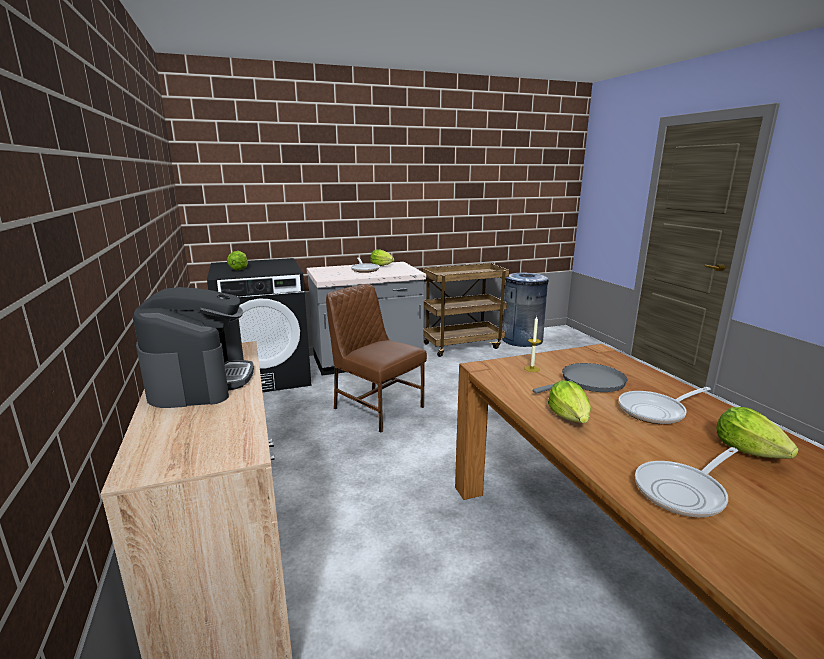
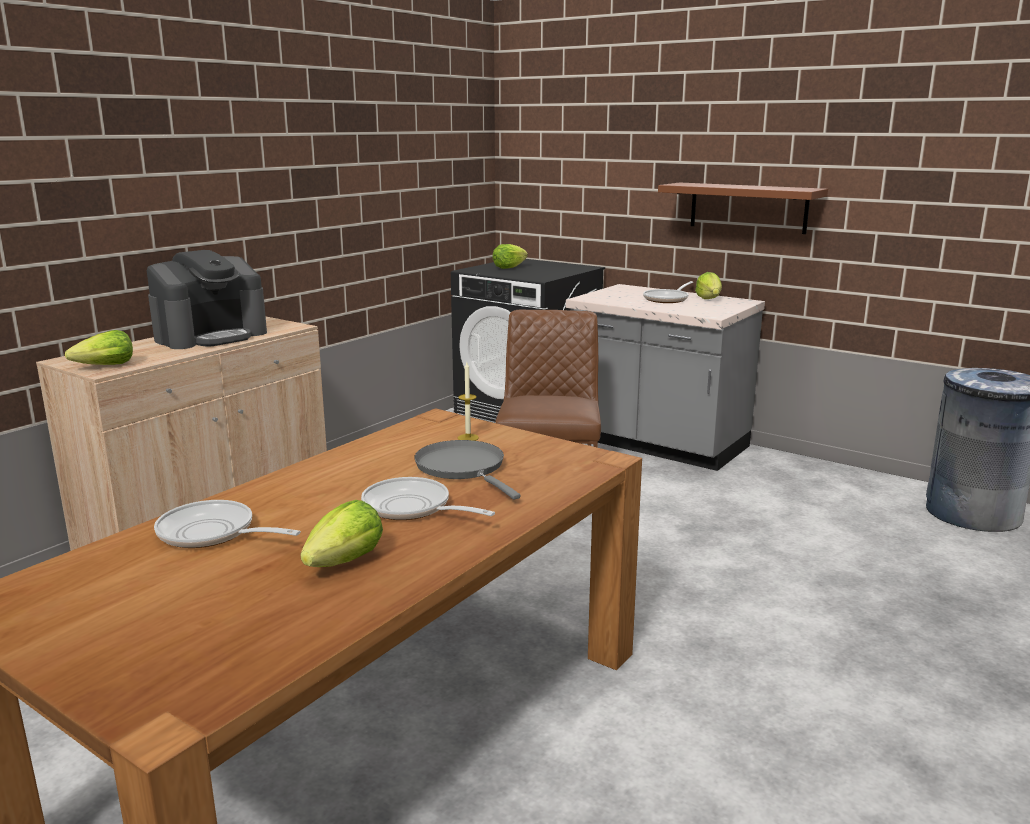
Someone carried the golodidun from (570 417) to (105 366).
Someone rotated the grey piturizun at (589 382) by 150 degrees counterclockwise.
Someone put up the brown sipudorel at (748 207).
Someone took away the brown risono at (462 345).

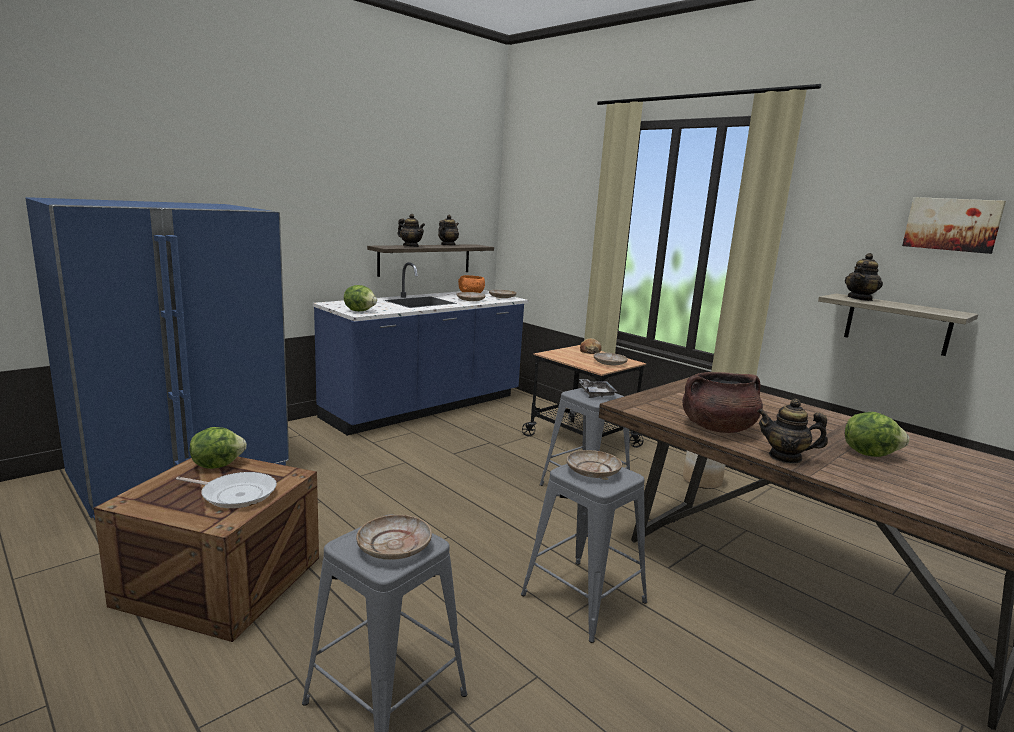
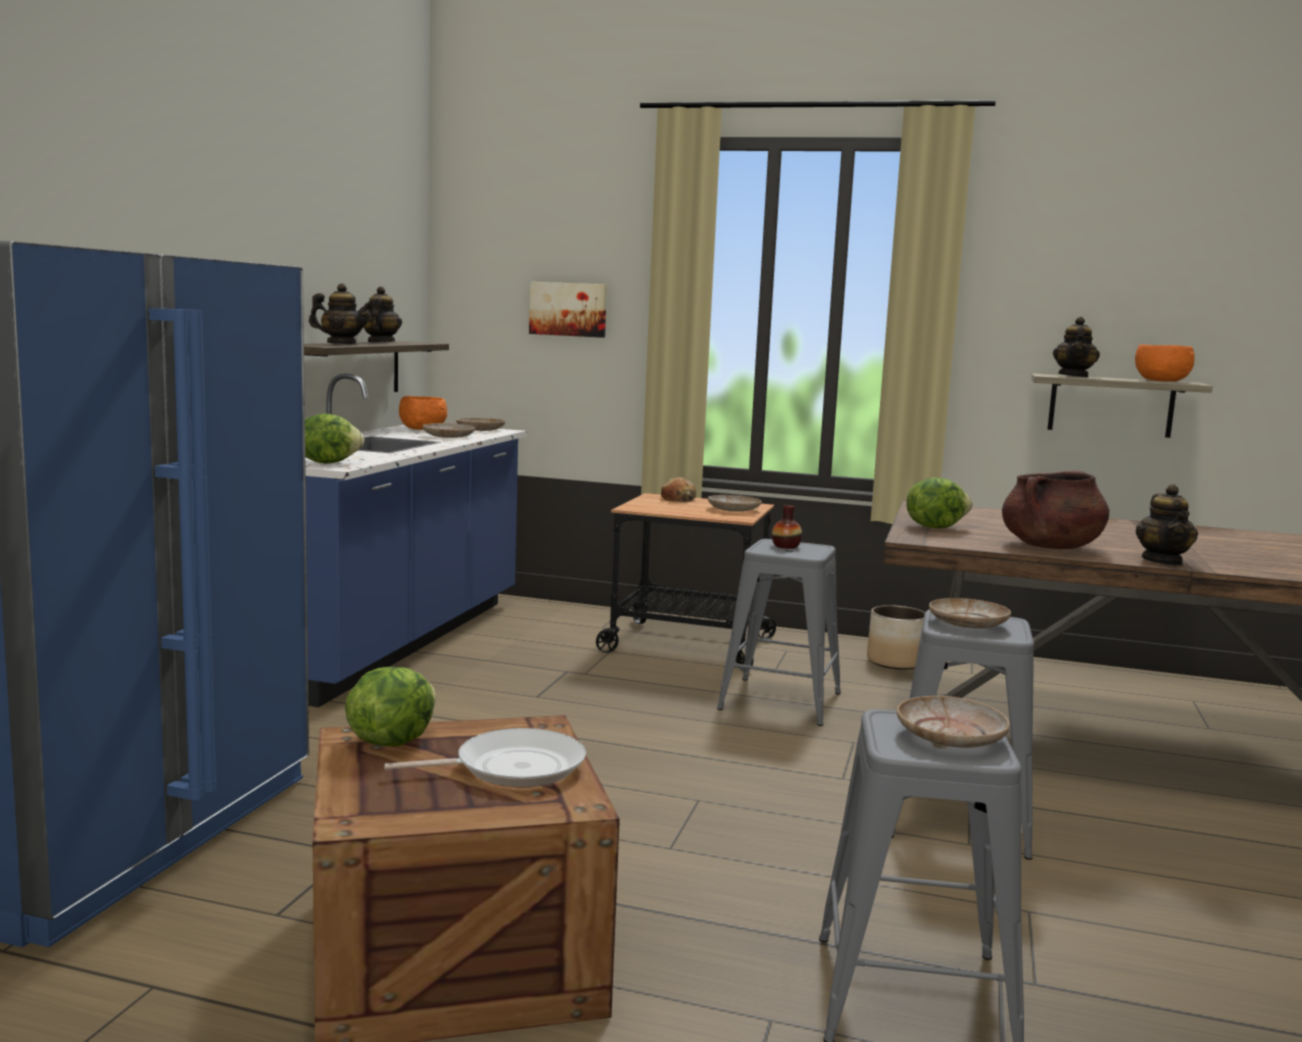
Someone carried the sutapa from (952 224) to (568 309).
Someone swapped the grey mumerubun at (596 393) for the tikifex at (786 546).
Someone carried the golodidun from (869 453) to (934 527).
Someone put down the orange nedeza at (1160 381).
Someone rotated the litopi at (785 457) by 75 degrees counterclockwise.

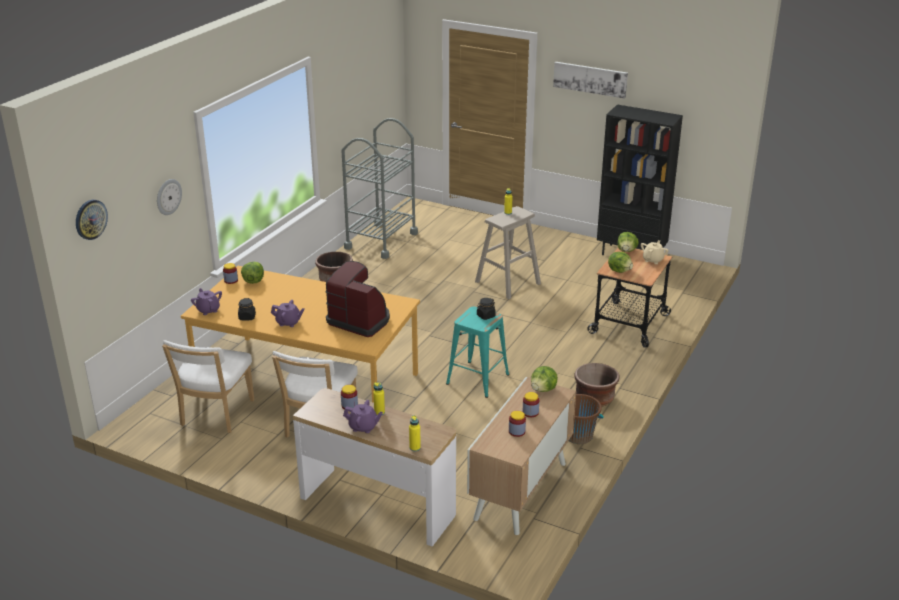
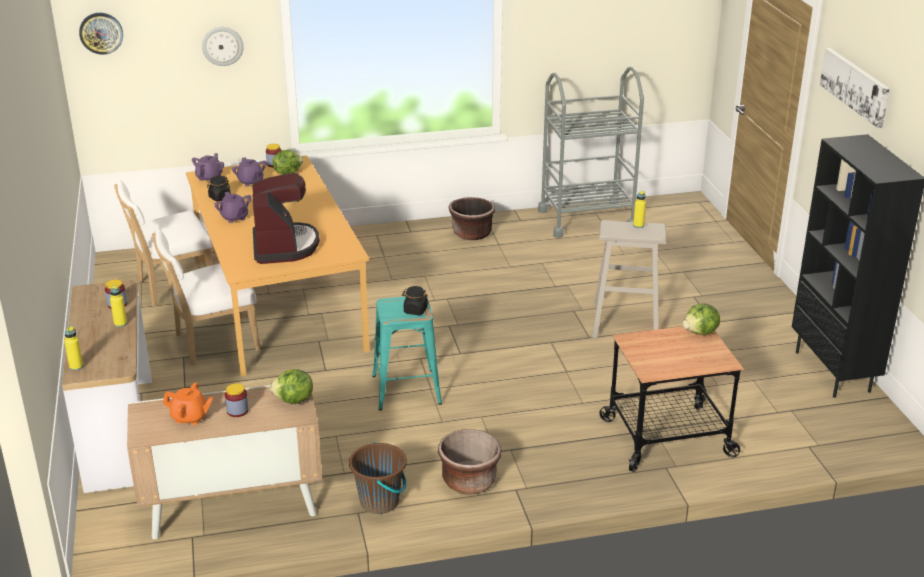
Someone swapped the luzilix at (516 431) for the orange litopi at (190 417).
Someone carried the purple litopi from (363 427) to (250 182).
Someone took away the golodidun at (619 270).
Someone took away the beige litopi at (653 260).

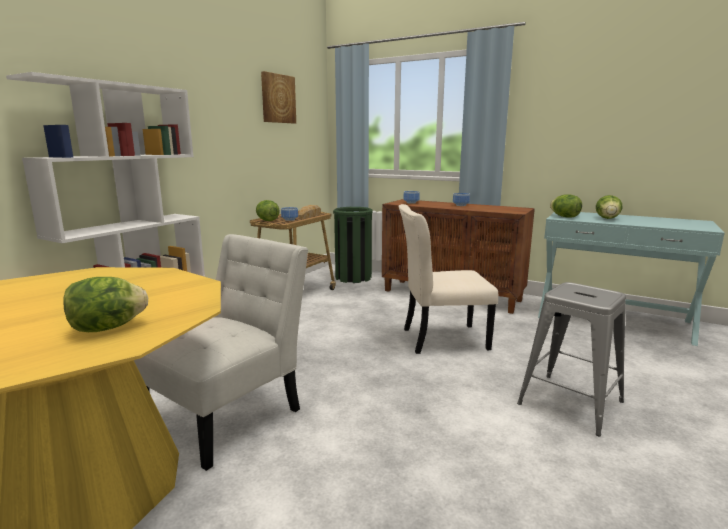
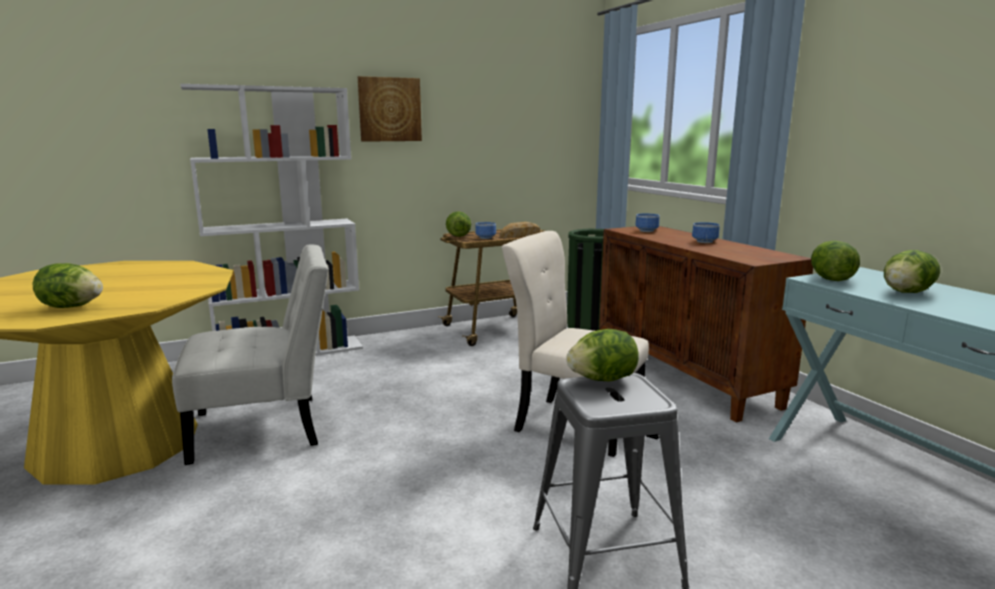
Someone carried the sutapa from (278 98) to (389 109).
Someone put down the golodidun at (602 379).

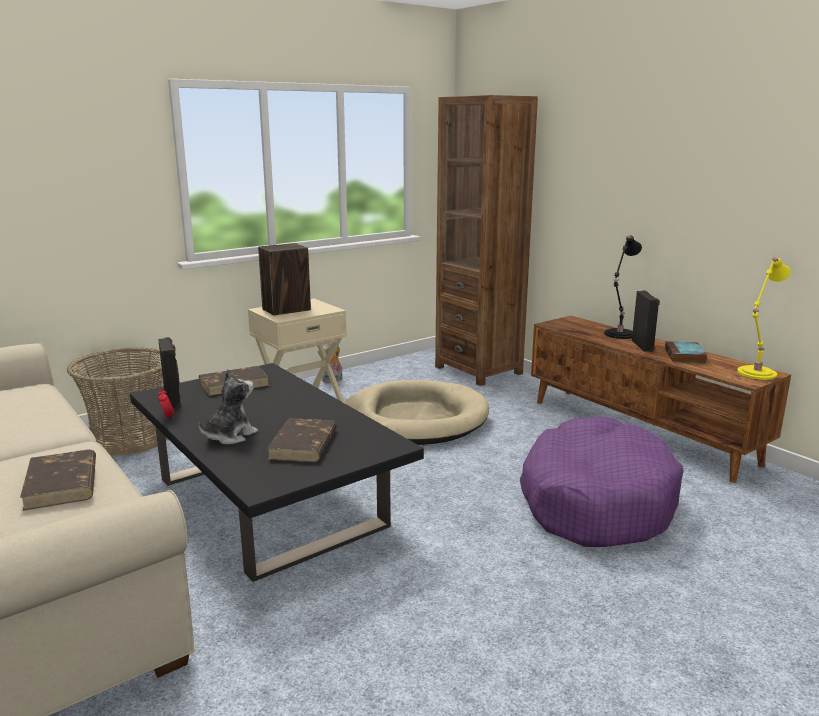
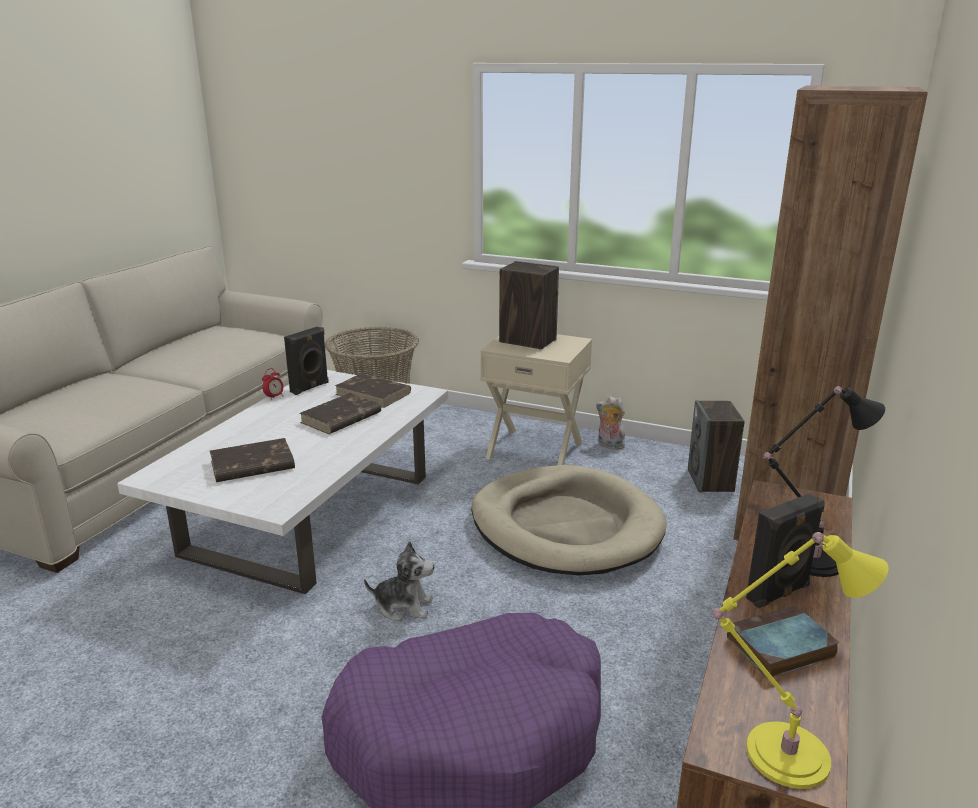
Someone repainted the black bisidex at (266 501), which became the white bisidex at (310 512).
Someone carried the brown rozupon from (62 484) to (340 418).
Someone carried the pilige from (229 436) to (403 606).
Someone put down the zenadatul at (711 480).

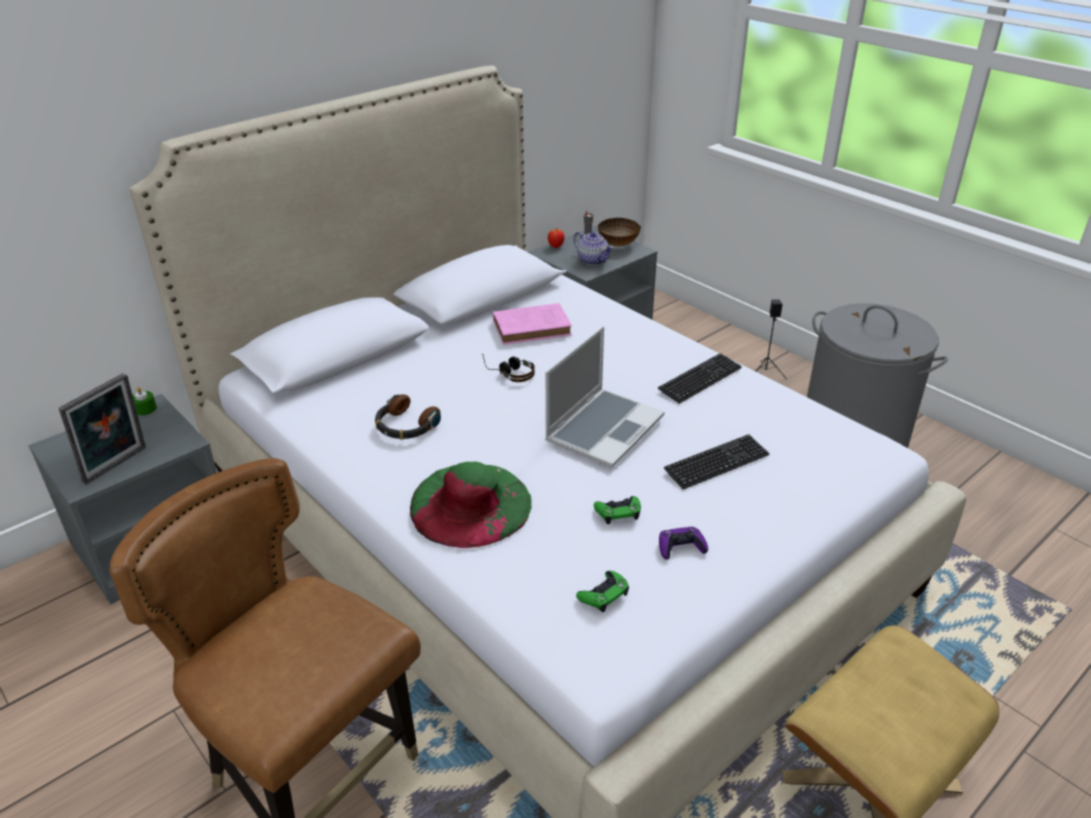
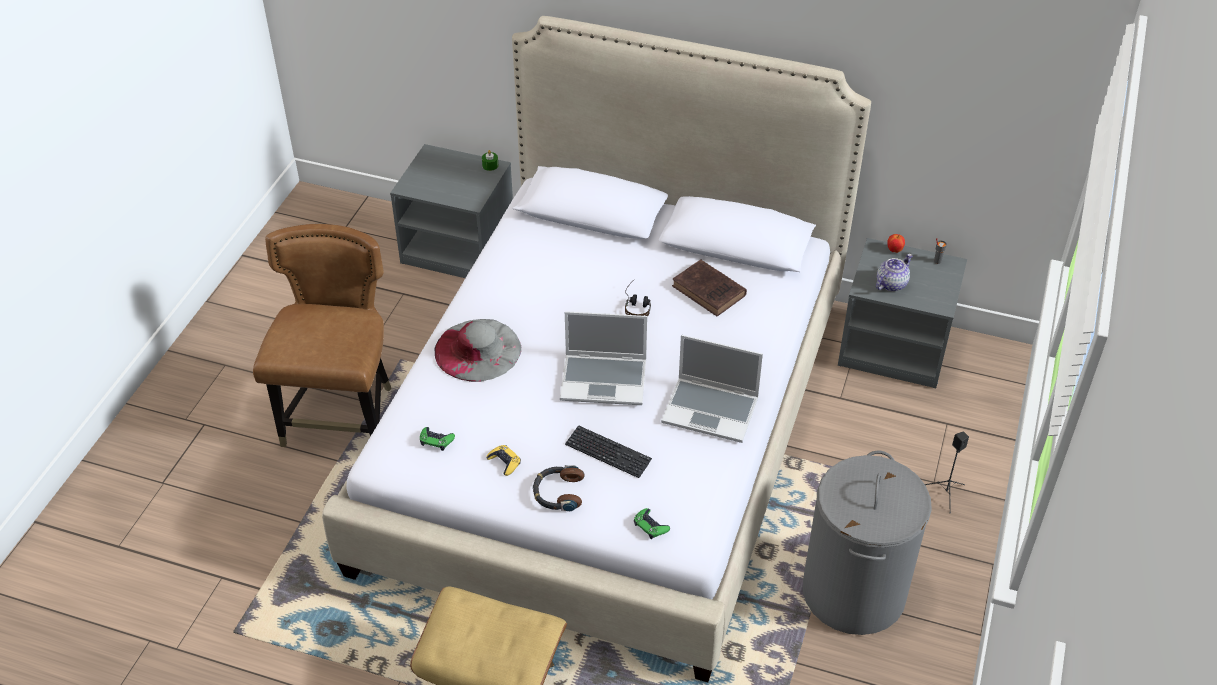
Someone repainted the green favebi at (470 504), which became the grey favebi at (478 350).
Someone repainted the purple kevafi at (681 547), which became the yellow kevafi at (504 462).
Someone carried the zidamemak from (405 426) to (558 493).
Someone carried the green kevafi from (618 512) to (650 526).
Someone swapped the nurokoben at (700 380) for the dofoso at (711 410).
Someone repainted the pink rozupon at (534 328), which became the brown rozupon at (710 292).
Someone rotated the litopi at (593 260) by 150 degrees counterclockwise.
Someone took away the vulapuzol at (118 466).
Someone took away the nedeza at (618 244).

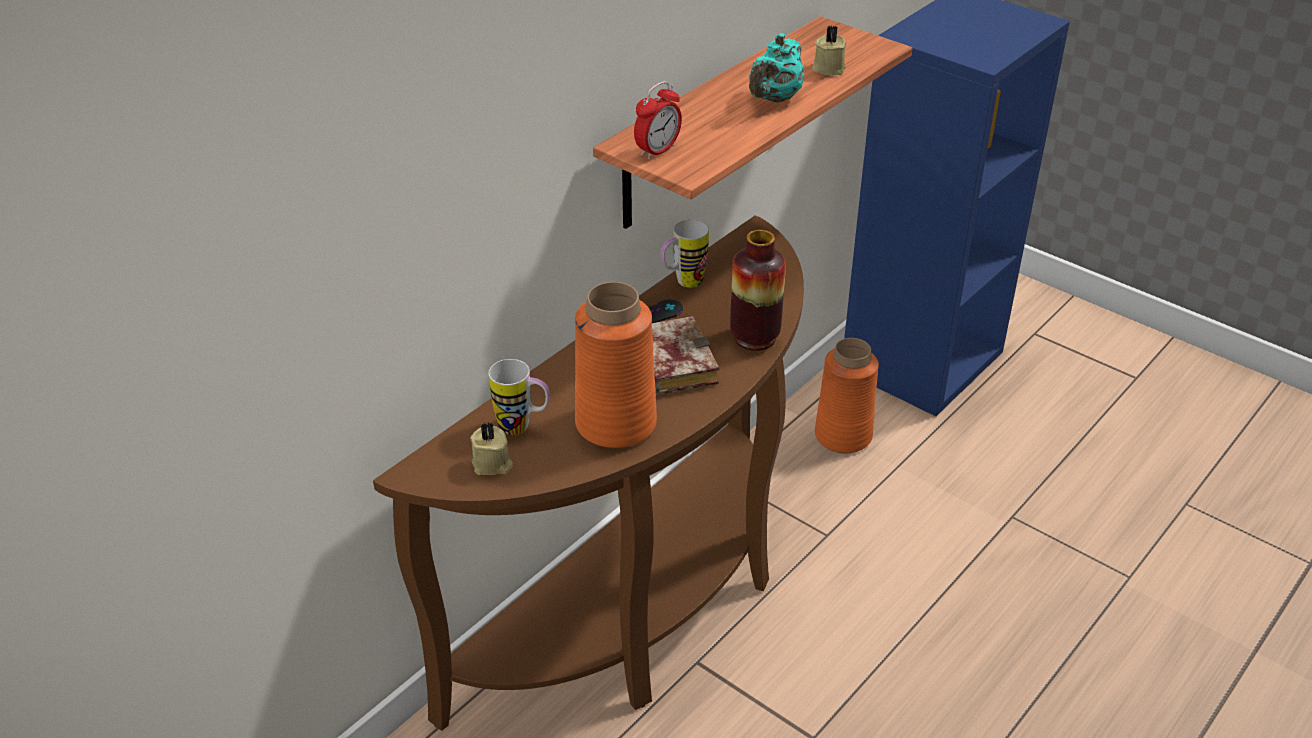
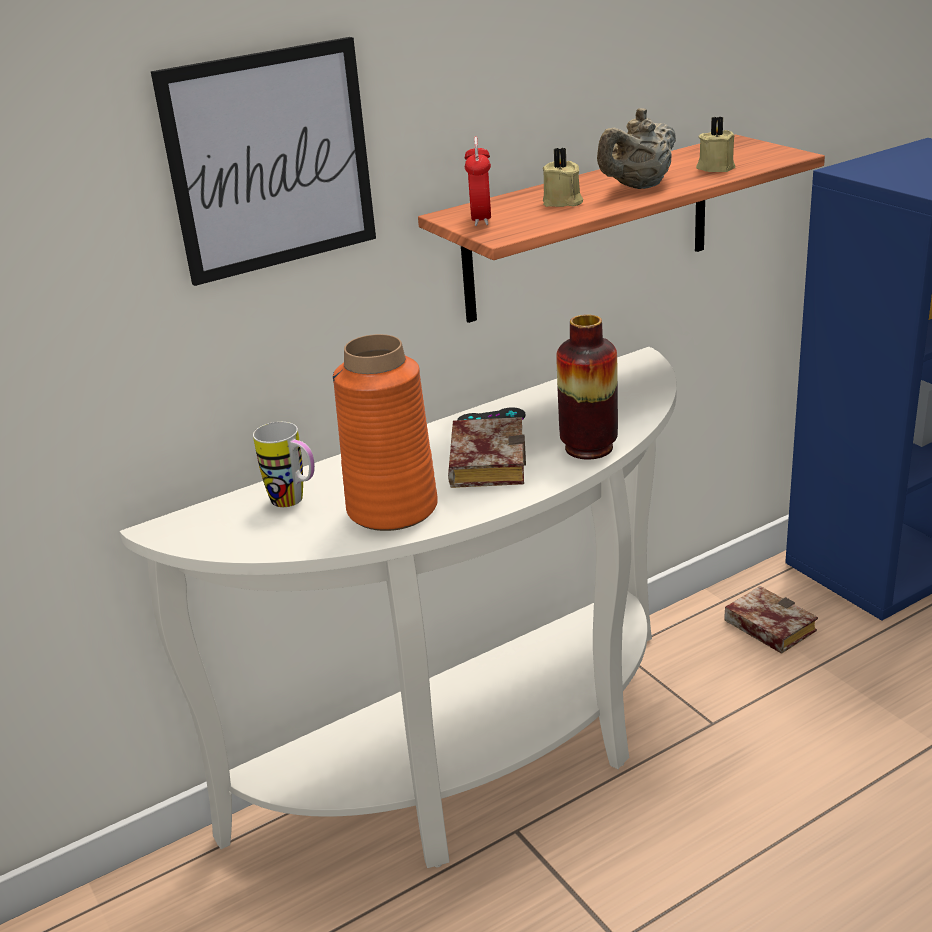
Someone repainted the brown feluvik at (646 608), which became the white feluvik at (484 765).
Someone put up the sutapa at (270 160).
Someone rotated the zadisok at (657 151) by 120 degrees clockwise.
Someone carried the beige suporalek from (492 465) to (562 202).
Someone repainted the turquoise litopi at (774 98), which became the beige litopi at (638 187).
Someone swapped the orange tikifex at (842 436) for the rozupon at (765 626).
Someone took away the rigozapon at (682 283).

